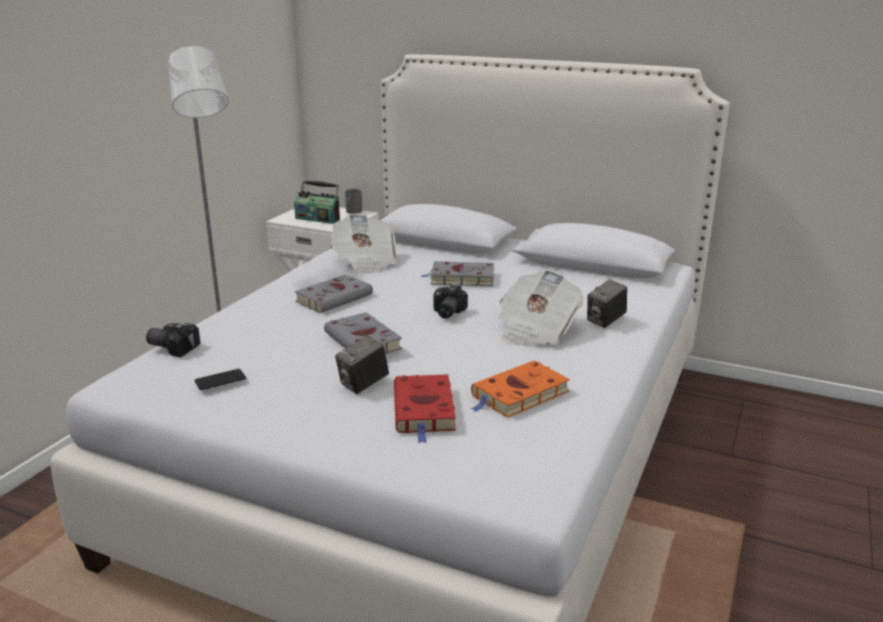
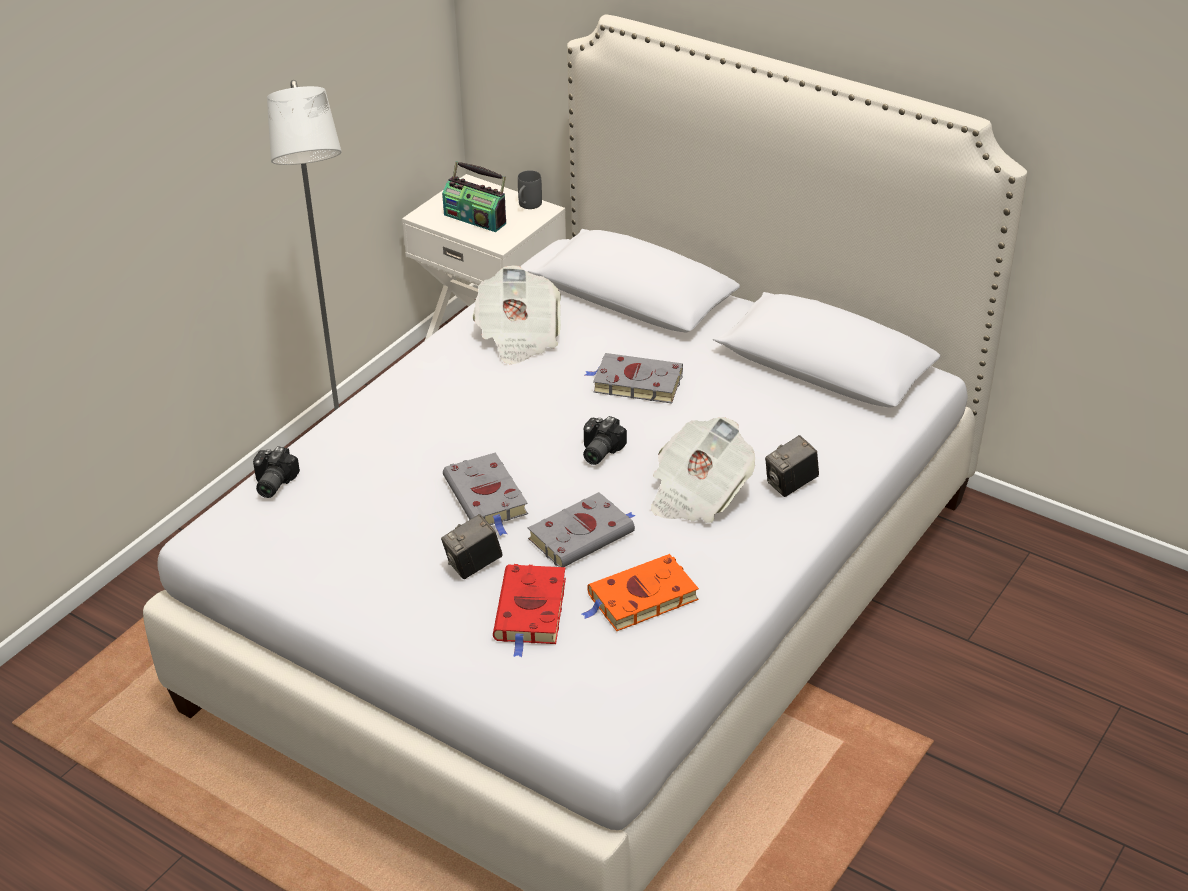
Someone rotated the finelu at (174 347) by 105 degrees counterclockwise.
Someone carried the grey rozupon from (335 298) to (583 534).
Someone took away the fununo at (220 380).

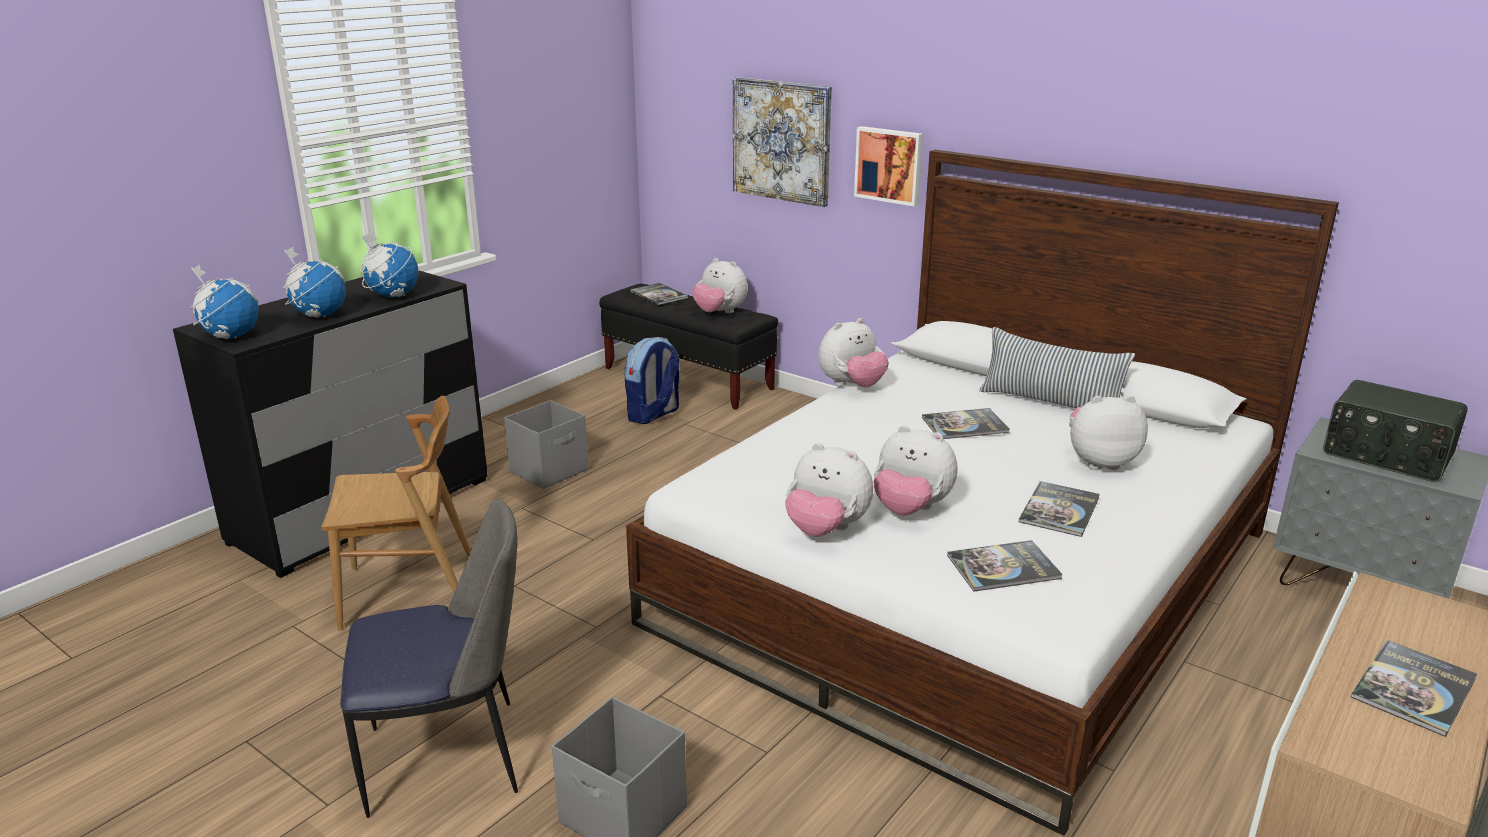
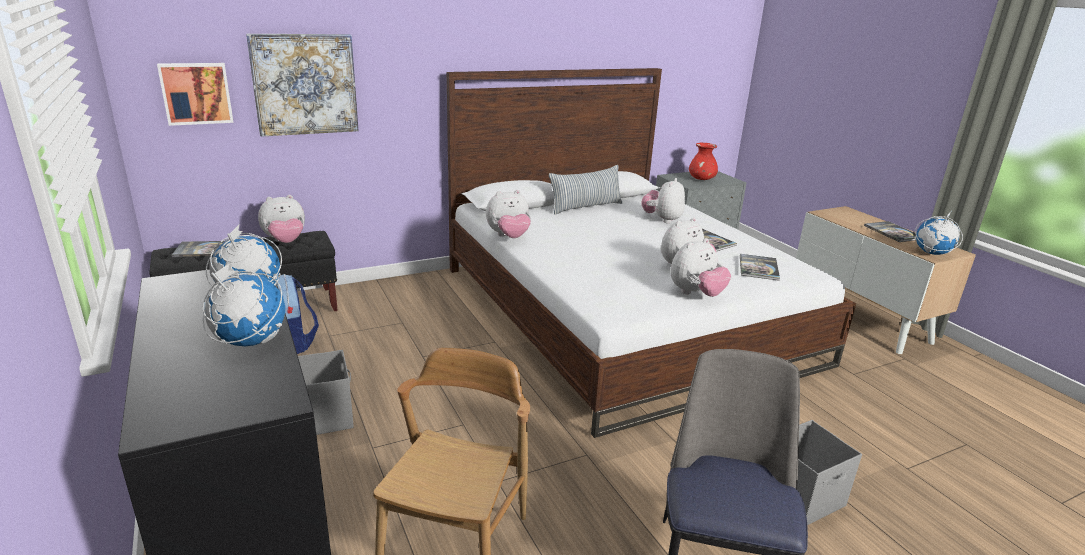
Someone carried the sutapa from (889 165) to (196 93).
Someone rotated the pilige at (851 386) by 75 degrees clockwise.
Someone swapped the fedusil at (1386 456) for the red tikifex at (701 179).
Someone carried the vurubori from (231 336) to (931 253).
Someone took away the rozupon at (965 425).

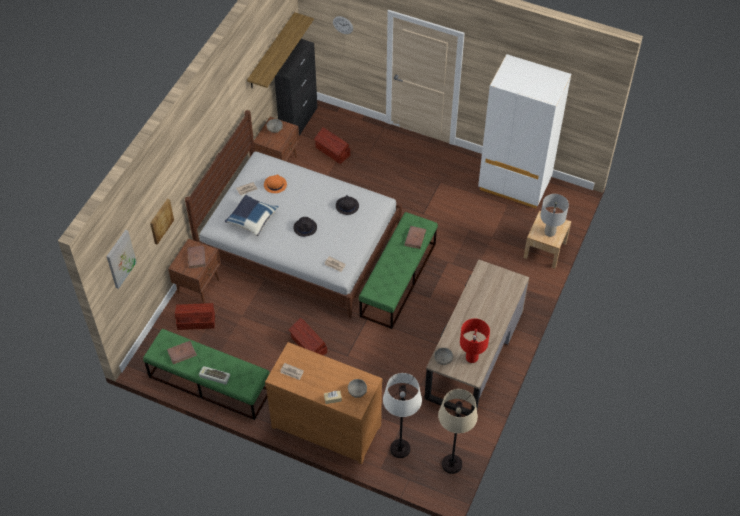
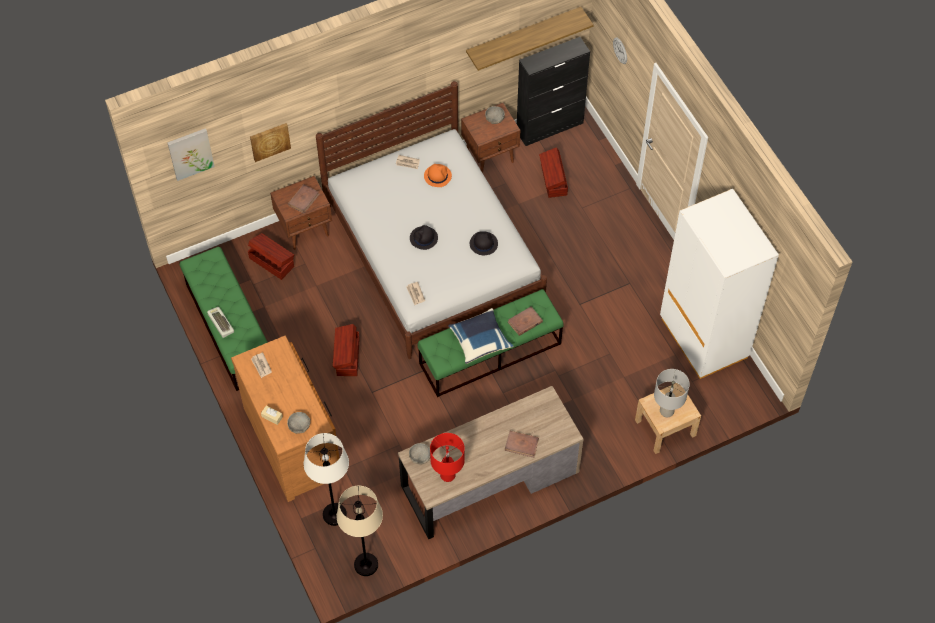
Someone carried the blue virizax from (251 219) to (480 341).
Someone carried the brown rozupon from (182 353) to (522 445).

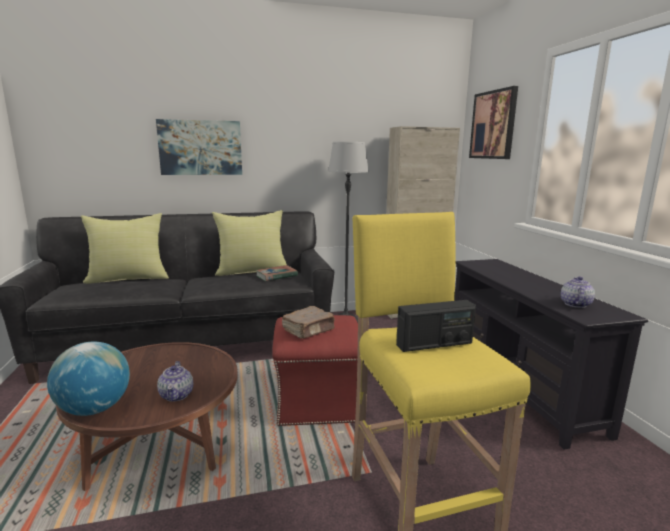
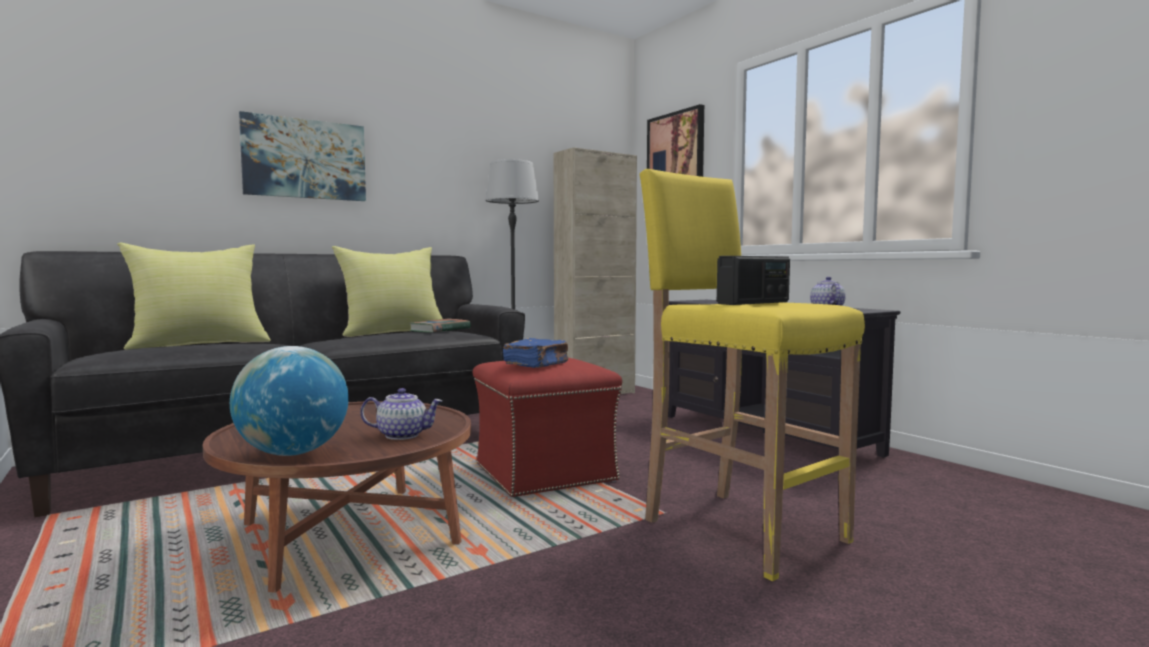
Someone rotated the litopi at (177 395) by 60 degrees counterclockwise.
Someone repainted the brown rozupon at (309 330), which became the blue rozupon at (537 365).

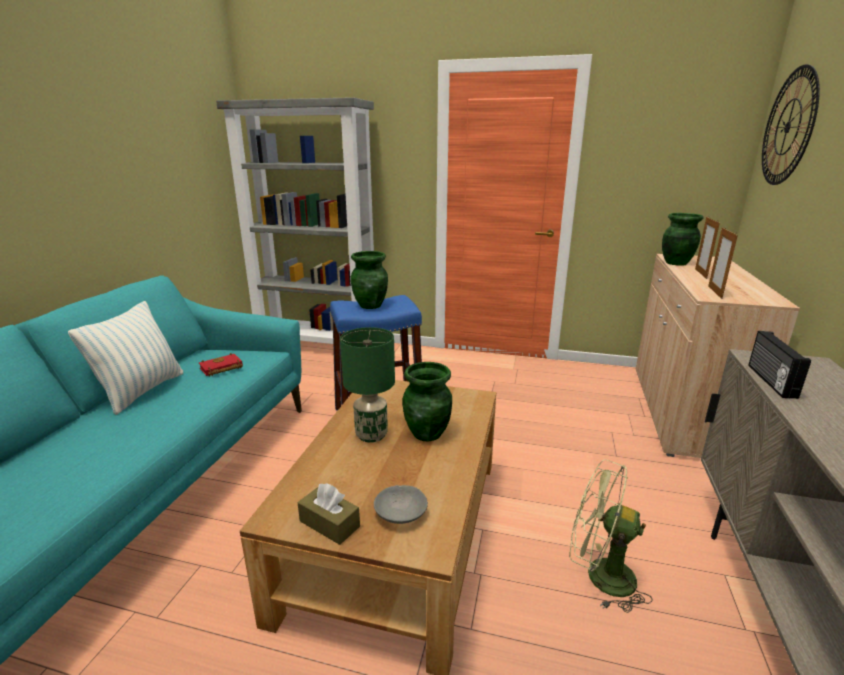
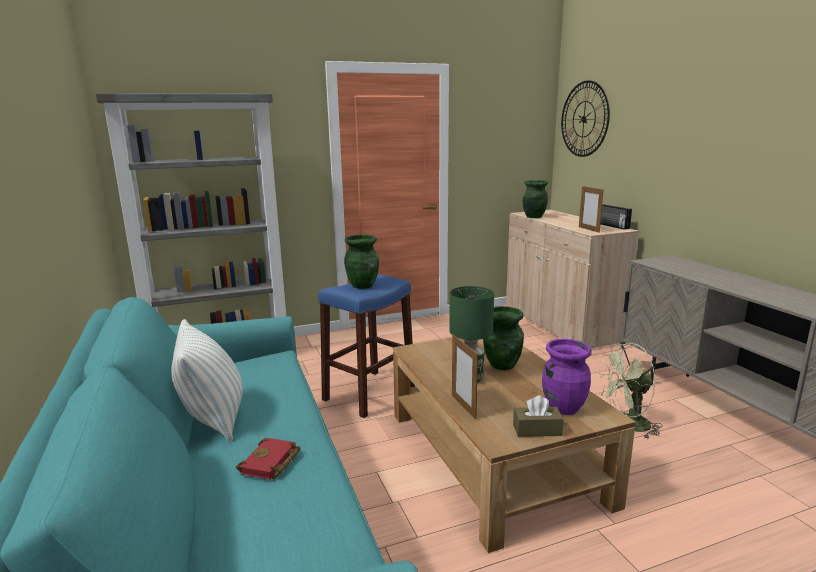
Someone carried the red rozupon from (221 369) to (270 464).
Someone carried the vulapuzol from (700 273) to (463 406).
Someone swapped the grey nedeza at (401 512) for the purple tikifex at (563 407).
Someone carried the fedusil from (769 381) to (613 226).

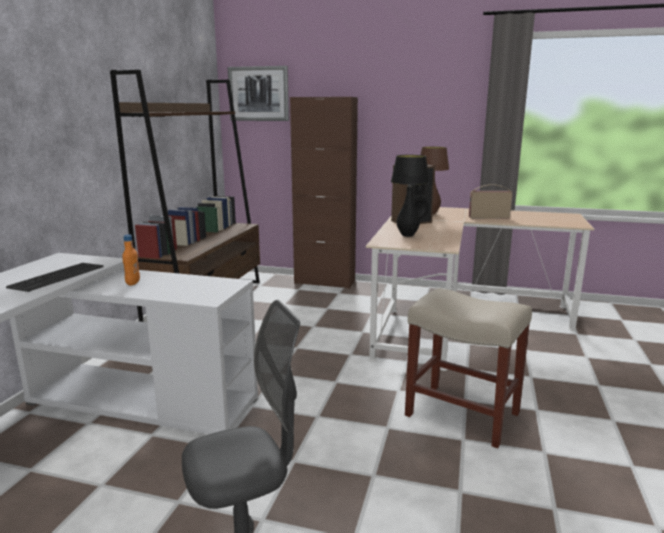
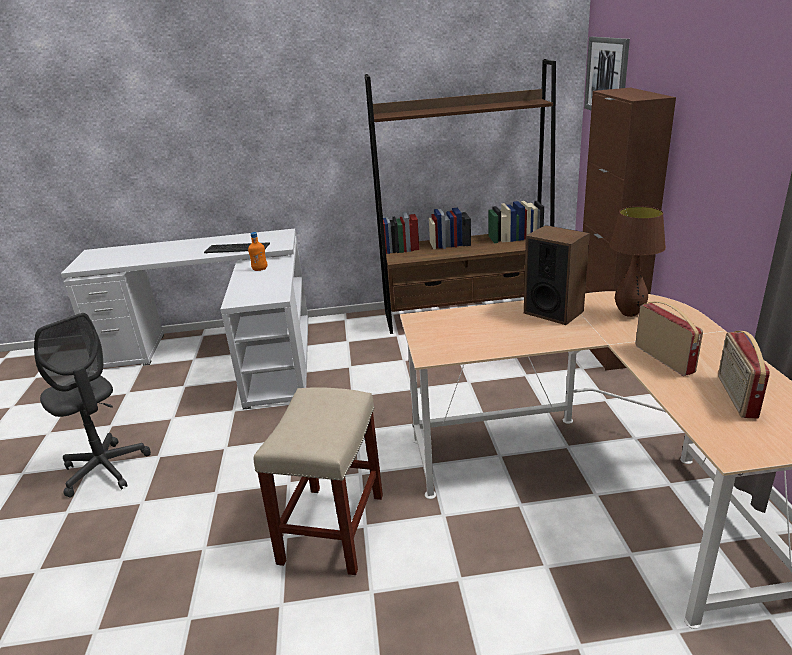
Someone put down the fedusil at (735 396).
Someone took away the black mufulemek at (407 235).

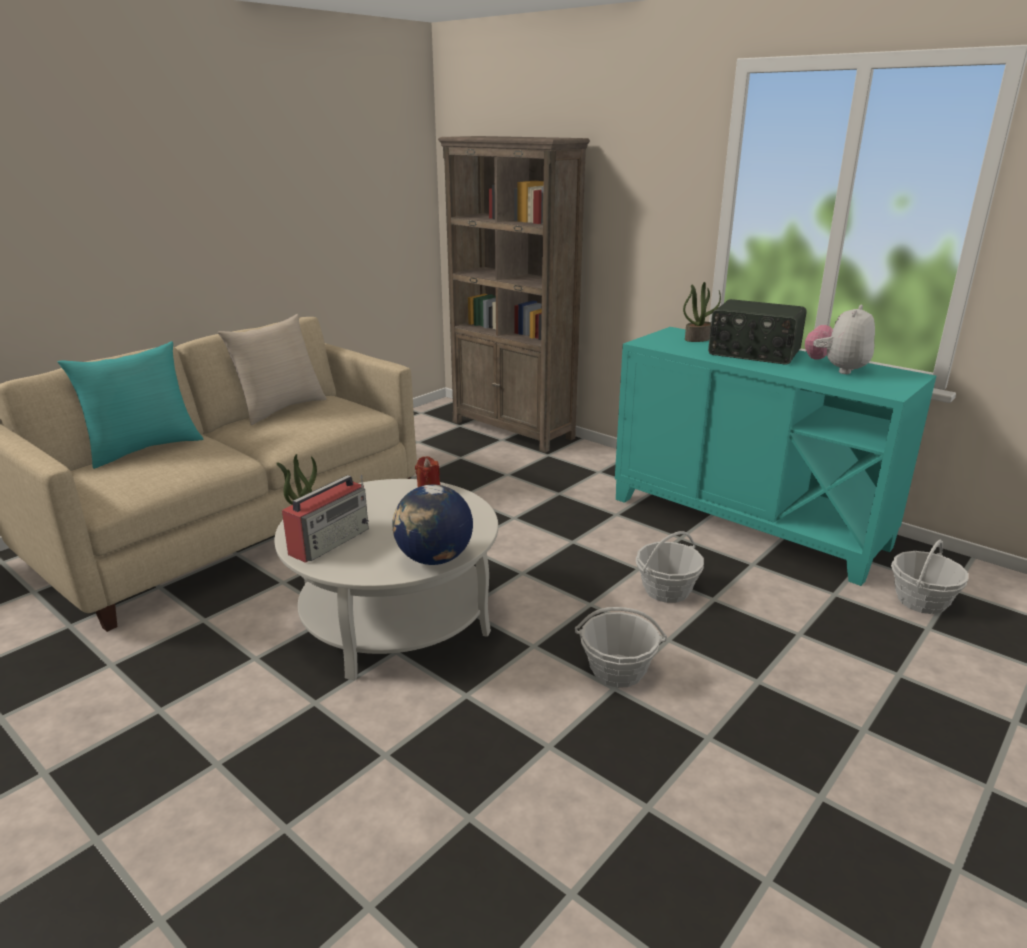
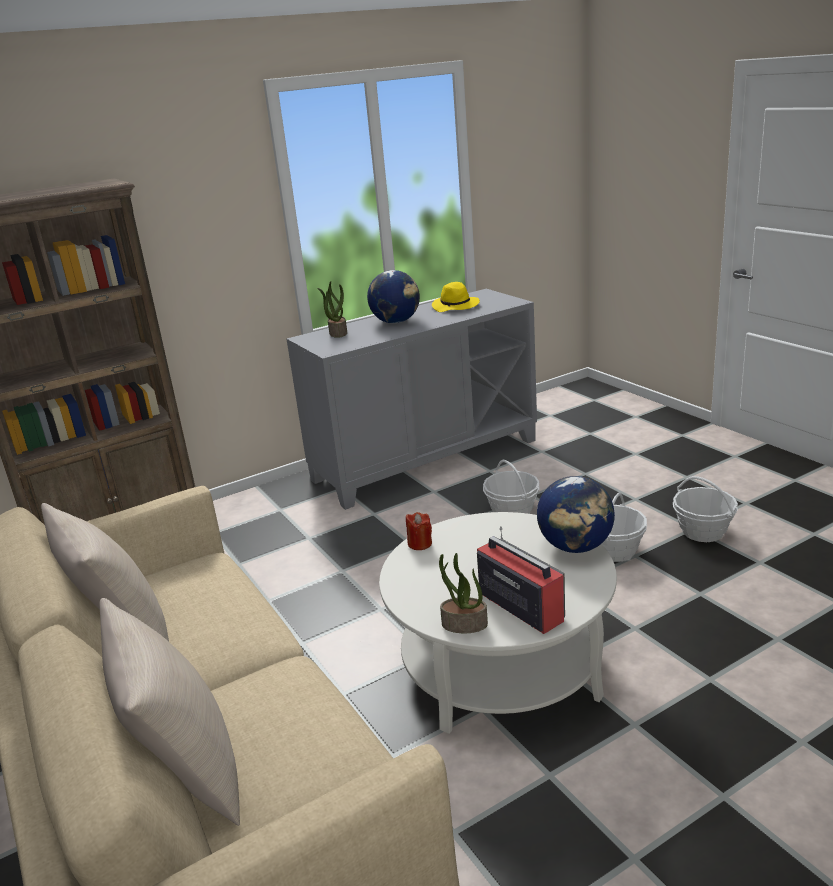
Someone repainted the turquoise virizax at (144 449), which became the beige virizax at (186 772).
Someone repainted the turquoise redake at (747 522), which became the grey redake at (425 459).
Someone swapped the fedusil at (753 353) for the vurubori at (396 322).
Someone swapped the pilige at (836 369) for the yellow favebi at (456 307).
Someone carried the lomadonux from (921 601) to (703 531).

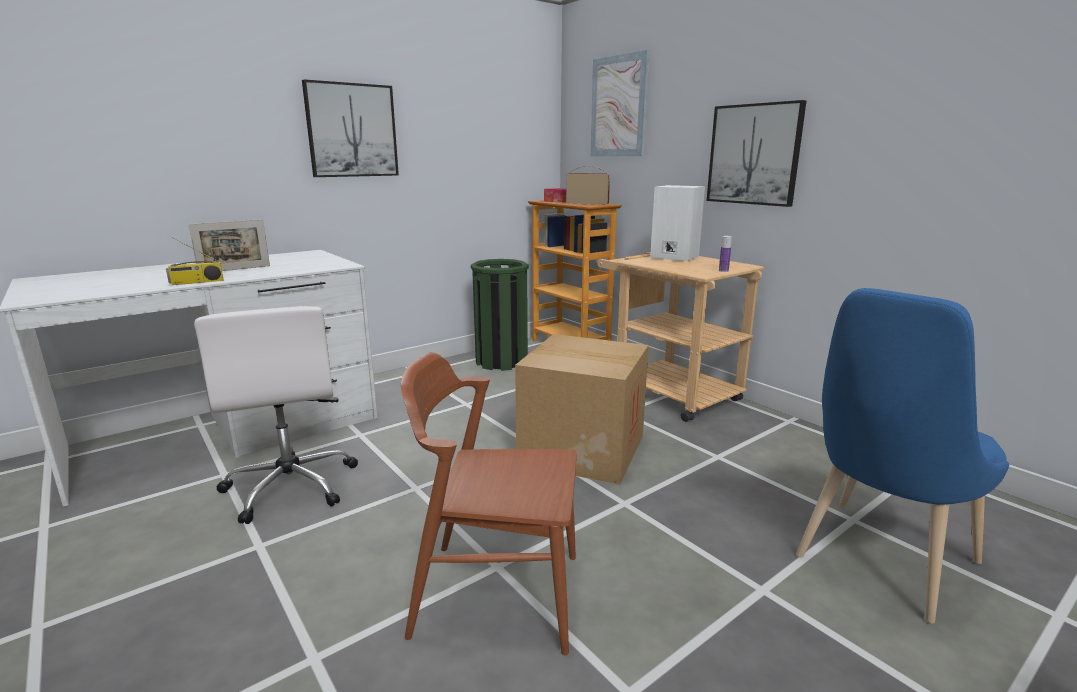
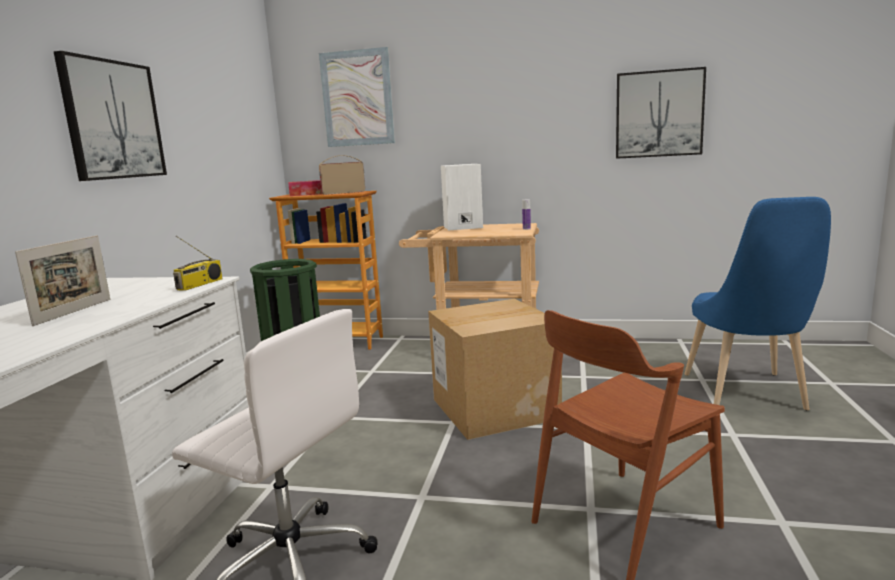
Someone carried the fedusil from (196 282) to (200 284).
Someone carried the sutapa from (754 154) to (659 114).

